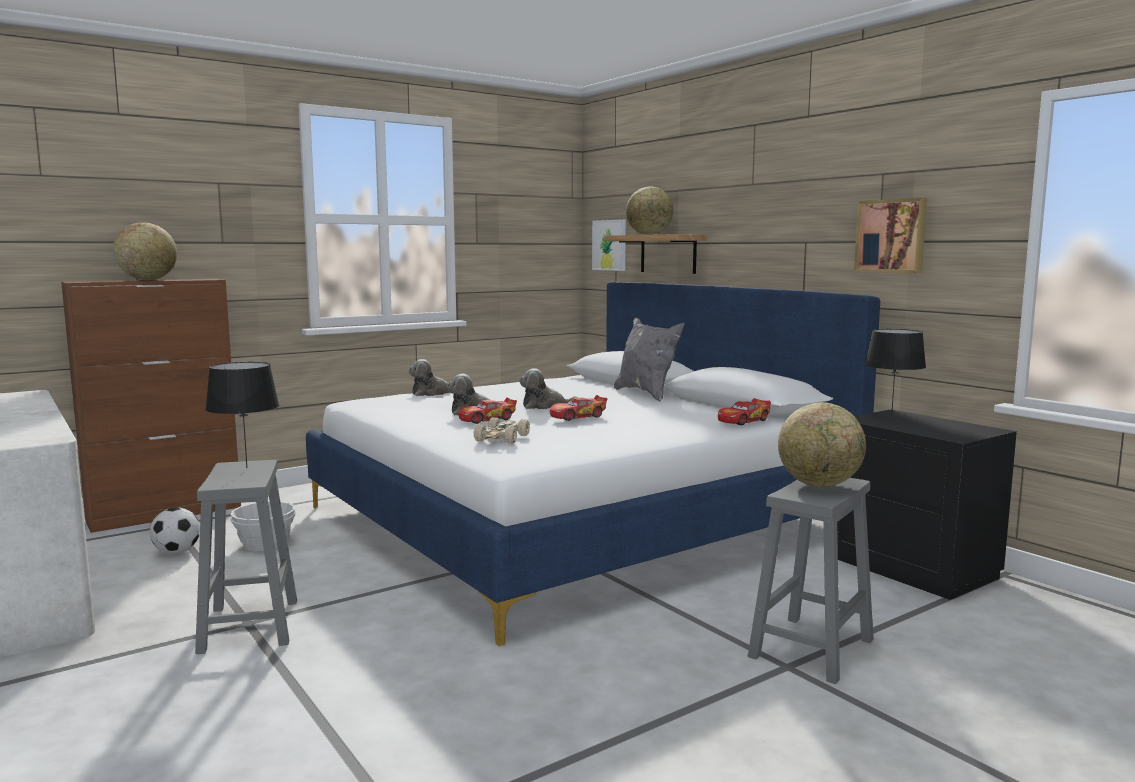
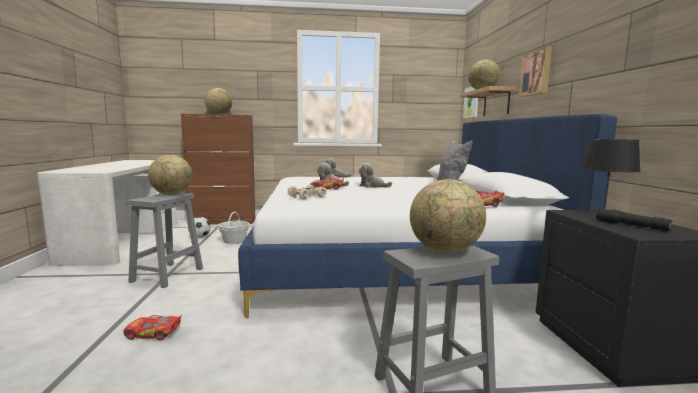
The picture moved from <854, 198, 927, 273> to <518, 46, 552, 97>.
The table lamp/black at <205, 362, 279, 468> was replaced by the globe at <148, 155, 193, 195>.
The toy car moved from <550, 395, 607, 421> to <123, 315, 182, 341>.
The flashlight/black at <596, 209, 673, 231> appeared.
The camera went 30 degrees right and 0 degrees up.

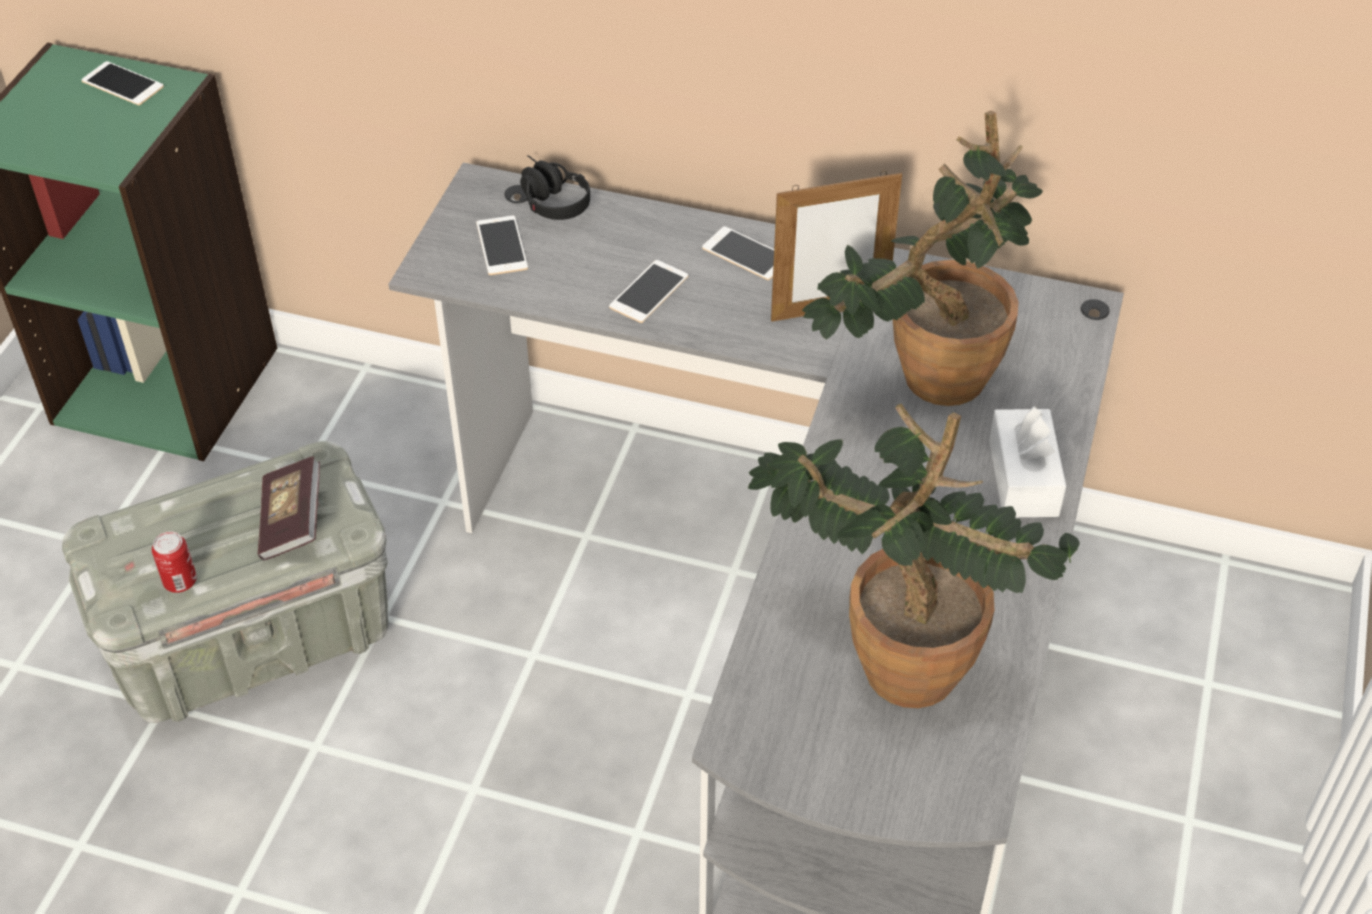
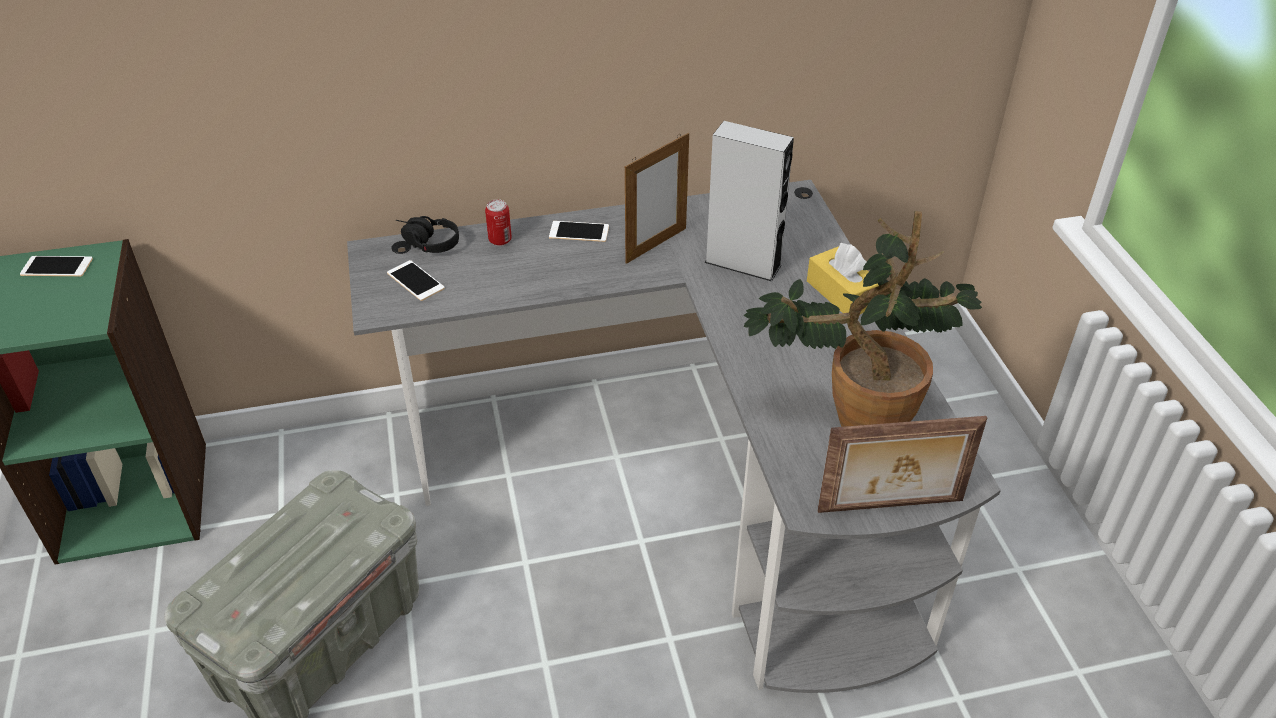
The potted plant at <802, 110, 1043, 406> was replaced by the speaker/grey at <704, 121, 794, 281>.
The phone at <609, 260, 688, 323> disappeared.
The tissue box/white at <989, 406, 1066, 517> became the tissue box/yellow at <807, 243, 879, 314>.
The book at <258, 456, 320, 561> disappeared.
The can moved from <152, 531, 197, 593> to <485, 199, 512, 246>.
The picture frame at <817, 416, 987, 513> appeared.
The camera went 30 degrees left and 5 degrees down.

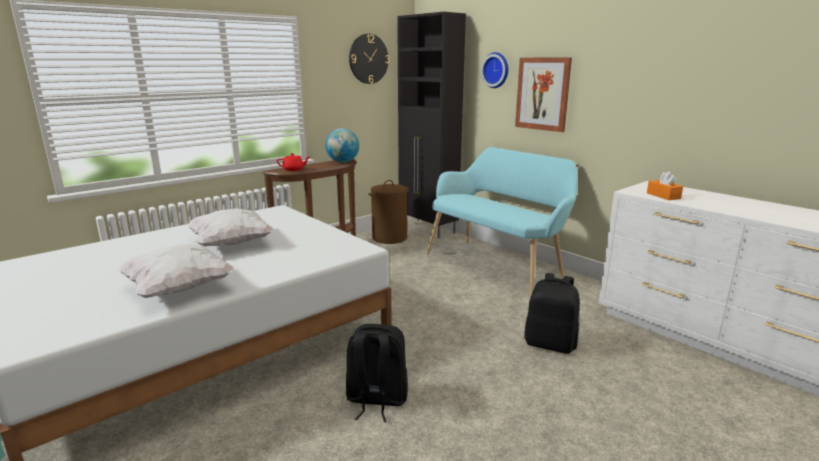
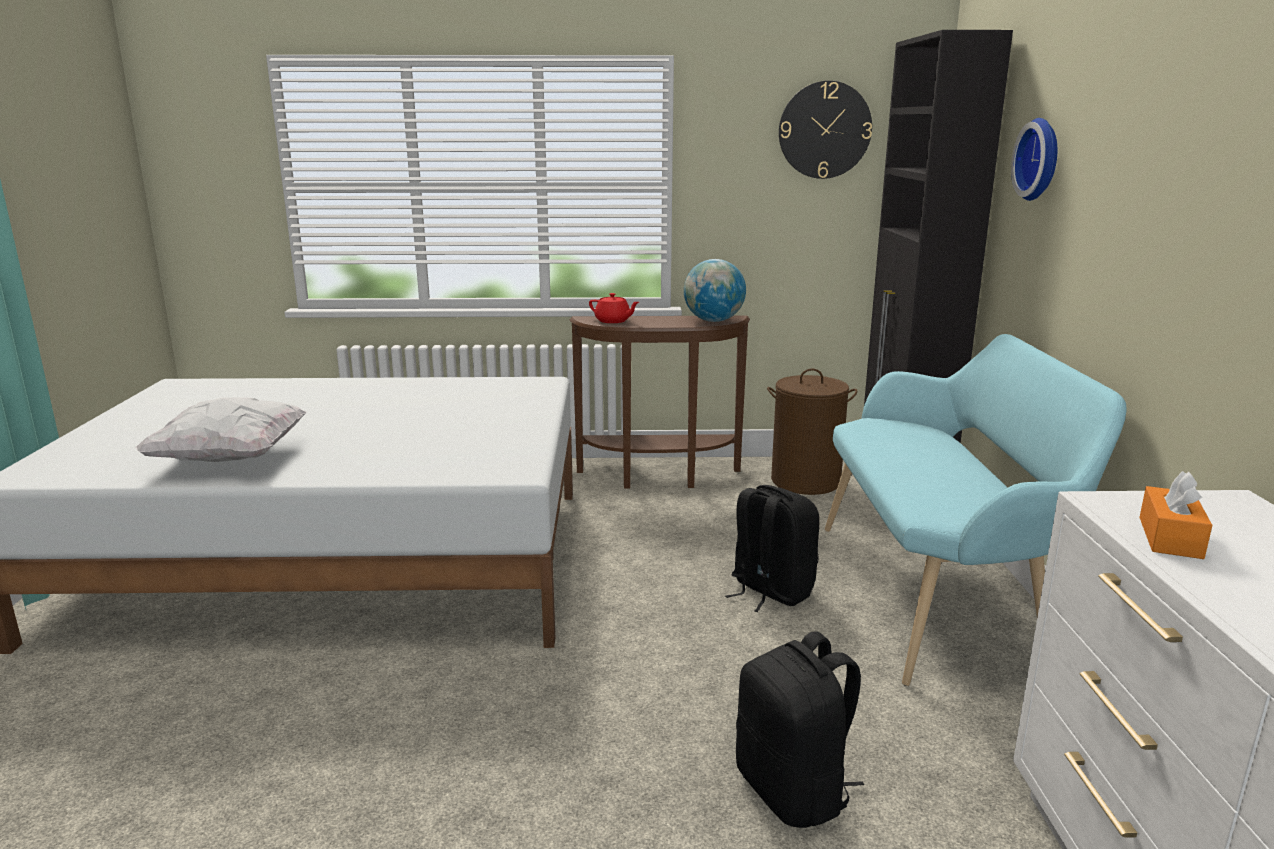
The picture at <515, 57, 572, 132> disappeared.
The pillow/white at <187, 208, 274, 246> disappeared.
The backpack/black moved from <346, 324, 408, 422> to <725, 485, 819, 612>.
The camera went 40 degrees right and 0 degrees up.

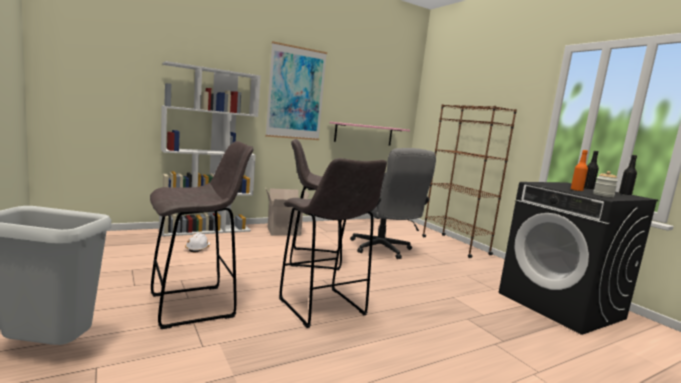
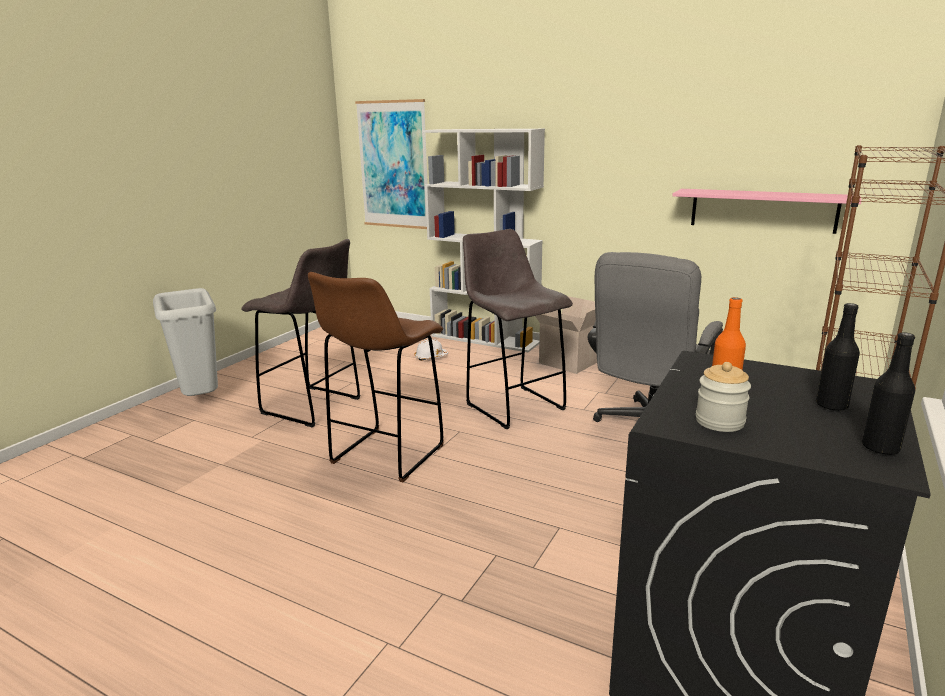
The picture moved from <265, 41, 327, 140> to <355, 99, 428, 229>.
The stool/grey at <279, 158, 387, 328> became the stool/brown at <308, 272, 444, 482>.
The camera went 60 degrees right and 10 degrees up.

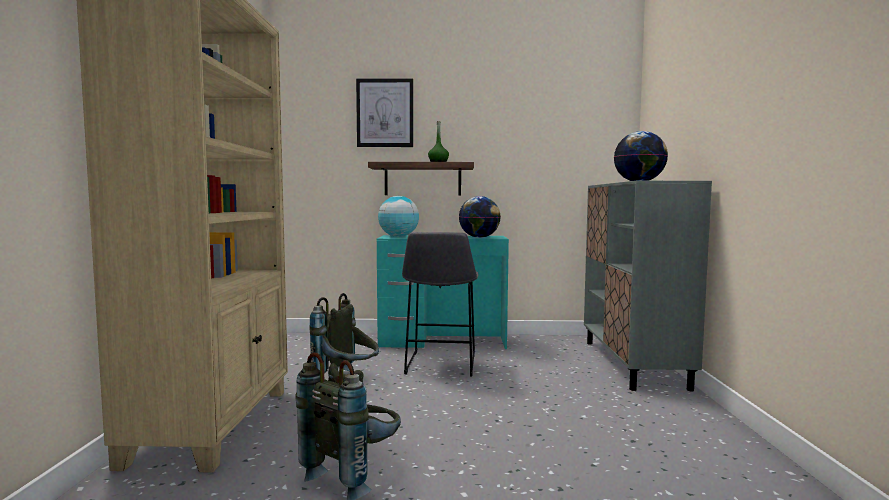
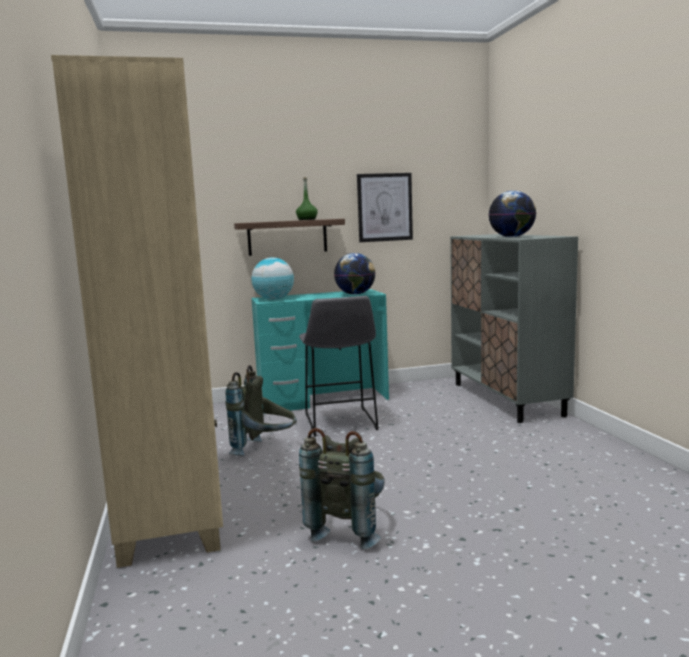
The picture moved from <356, 79, 413, 147> to <357, 173, 413, 242>.
The camera went 15 degrees left and 5 degrees up.

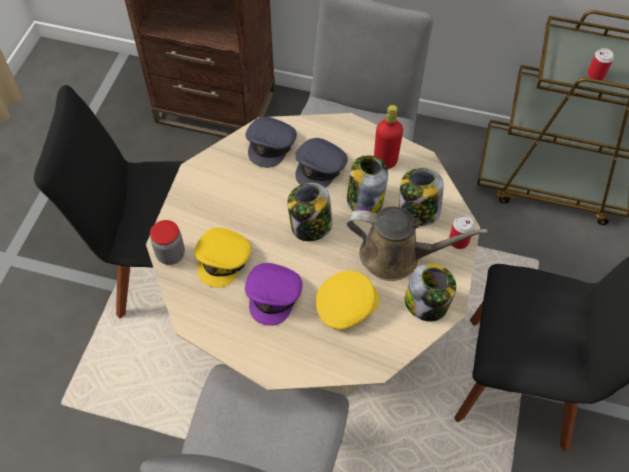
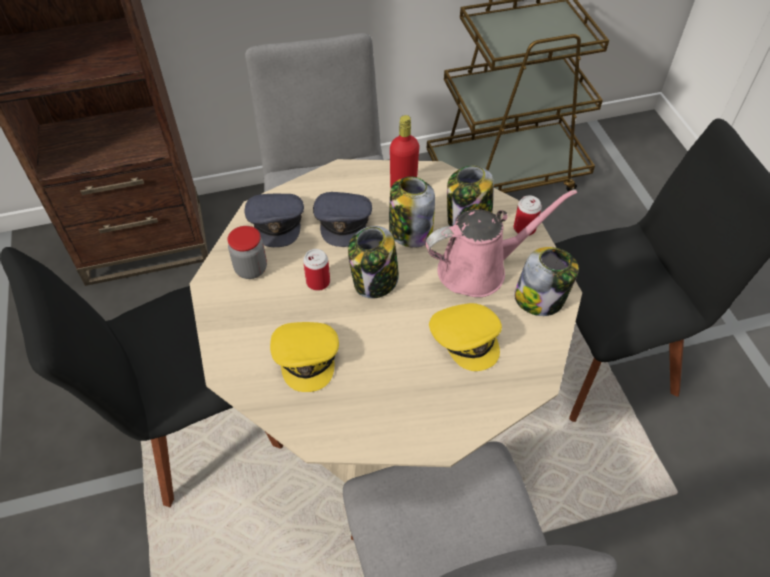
The can moved from <587, 48, 614, 80> to <303, 249, 330, 291>.
The watering can/brown at <347, 206, 488, 281> became the watering can/pink at <425, 189, 577, 297>.
The jar moved from <150, 220, 185, 265> to <227, 226, 267, 279>.
The cap/purple at <245, 263, 303, 326> disappeared.
The cap/yellow at <316, 270, 379, 330> turned 120 degrees clockwise.
The camera went 30 degrees left and 5 degrees down.

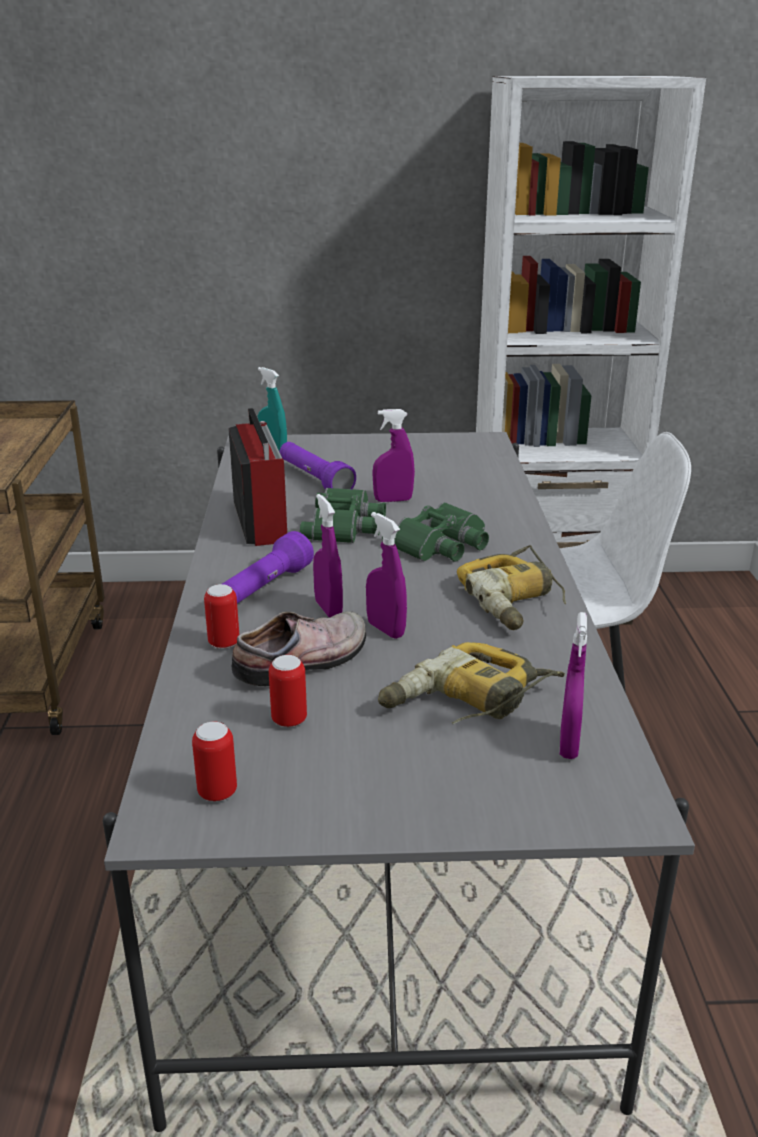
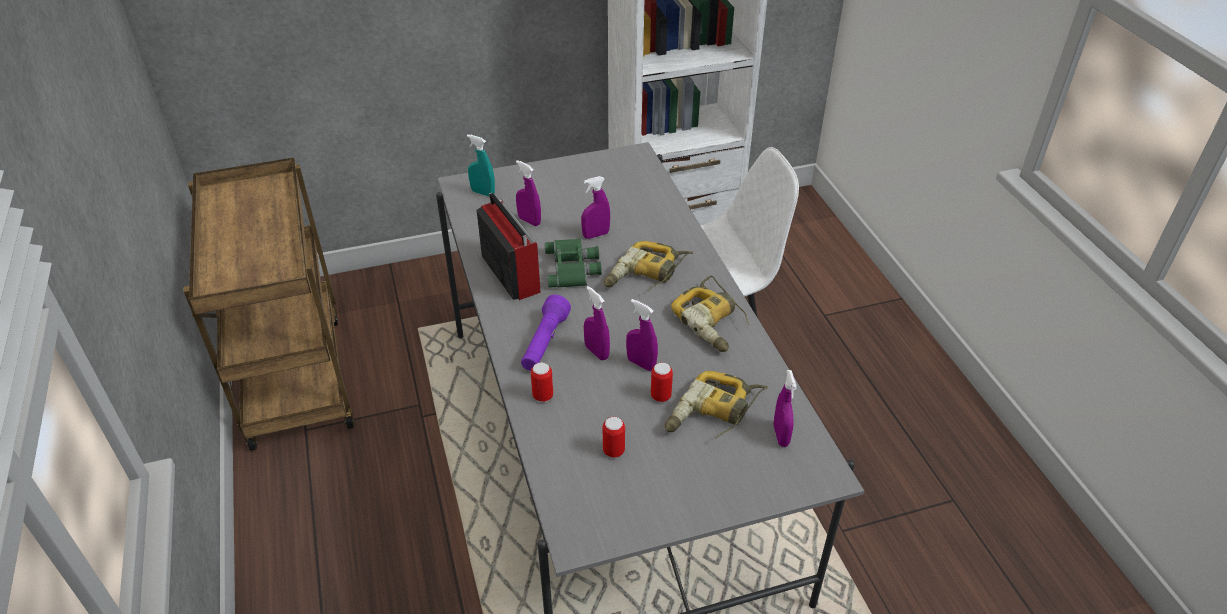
The flashlight/purple at <280, 442, 356, 490> was replaced by the spray bottle/purple at <516, 160, 541, 226>.
The binoculars/green at <382, 502, 489, 562> was replaced by the power drill at <604, 241, 693, 291>.
The shoe at <232, 611, 366, 686> disappeared.
The can moved from <192, 721, 237, 802> to <651, 362, 673, 402>.
The camera went 15 degrees left and 15 degrees up.

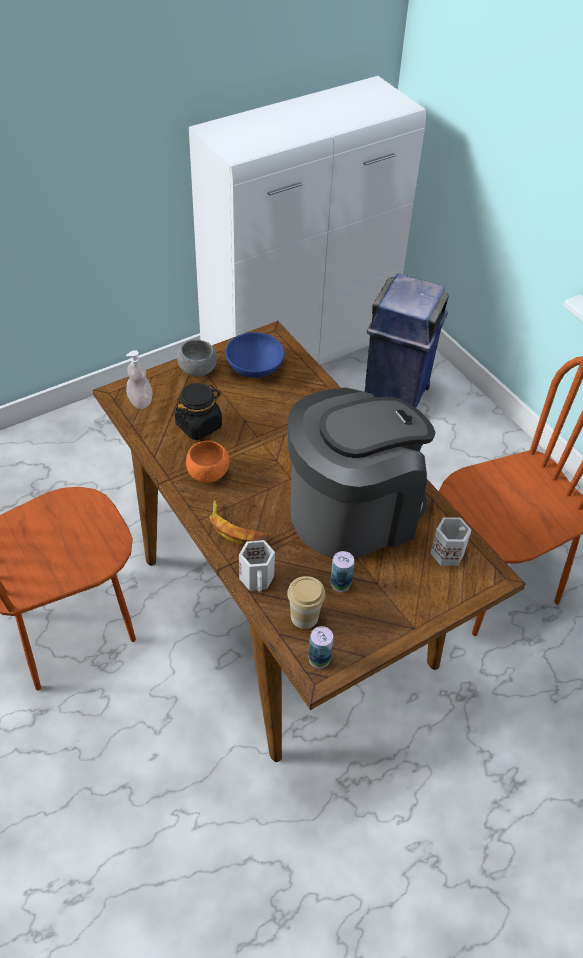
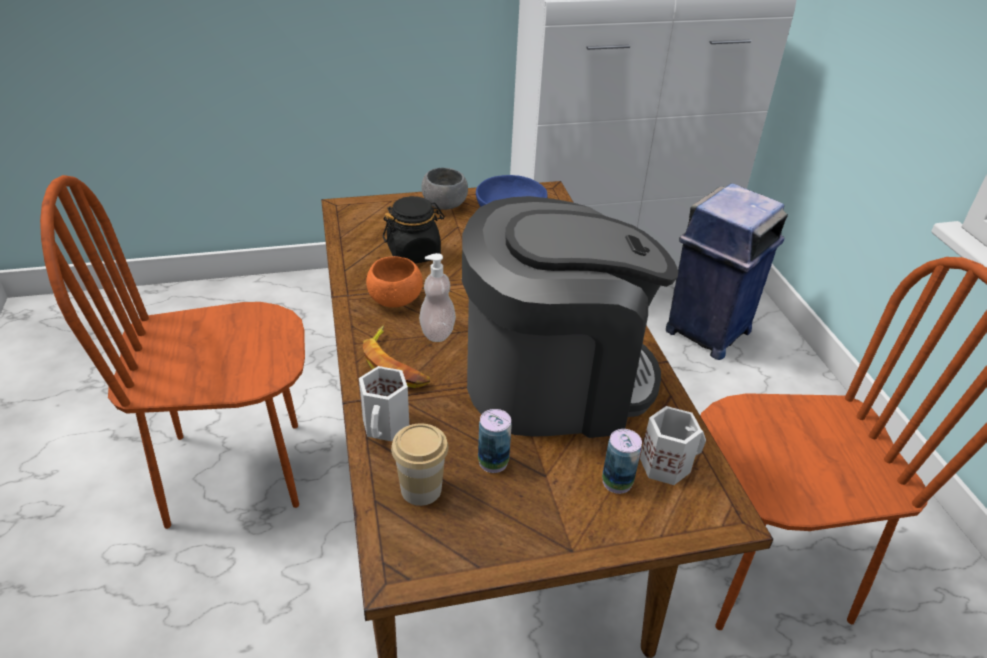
The soap dispenser moved from <126, 350, 153, 409> to <419, 253, 456, 342>.
The can moved from <308, 626, 333, 668> to <602, 429, 642, 494>.
The camera went 20 degrees right and 10 degrees down.

